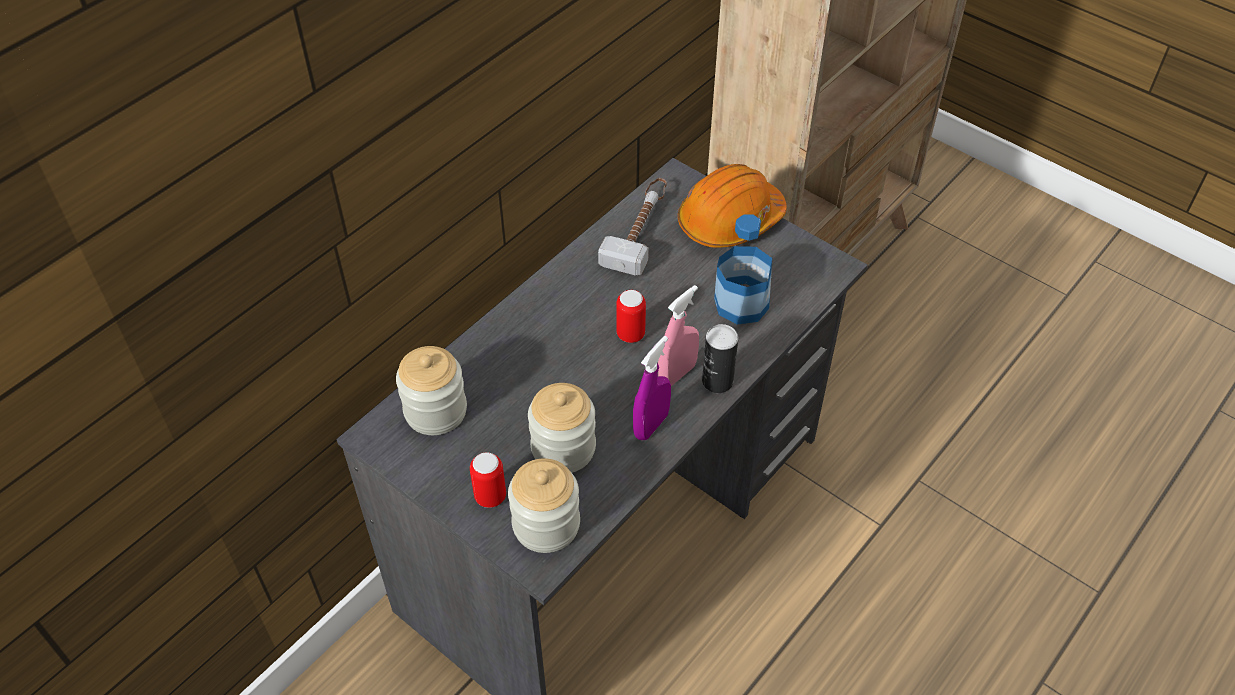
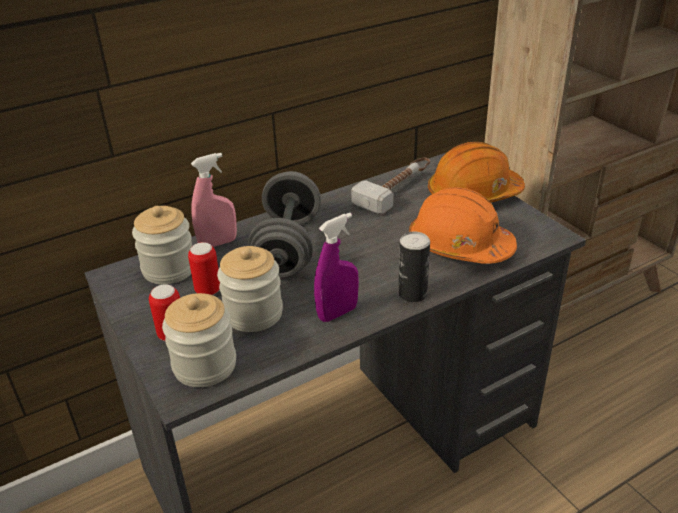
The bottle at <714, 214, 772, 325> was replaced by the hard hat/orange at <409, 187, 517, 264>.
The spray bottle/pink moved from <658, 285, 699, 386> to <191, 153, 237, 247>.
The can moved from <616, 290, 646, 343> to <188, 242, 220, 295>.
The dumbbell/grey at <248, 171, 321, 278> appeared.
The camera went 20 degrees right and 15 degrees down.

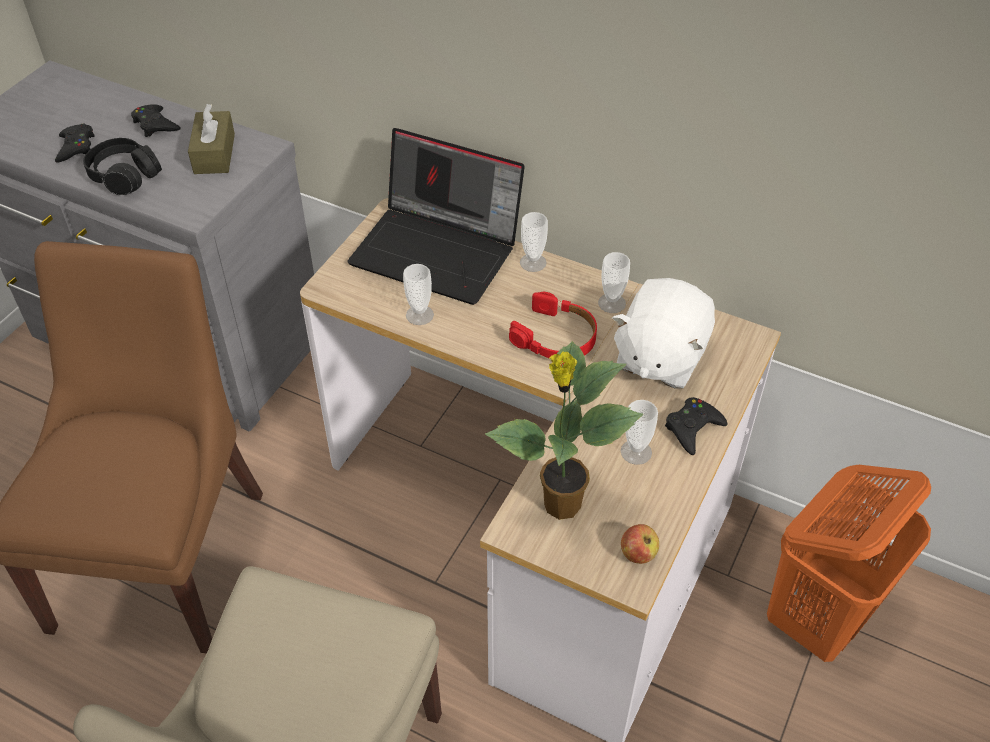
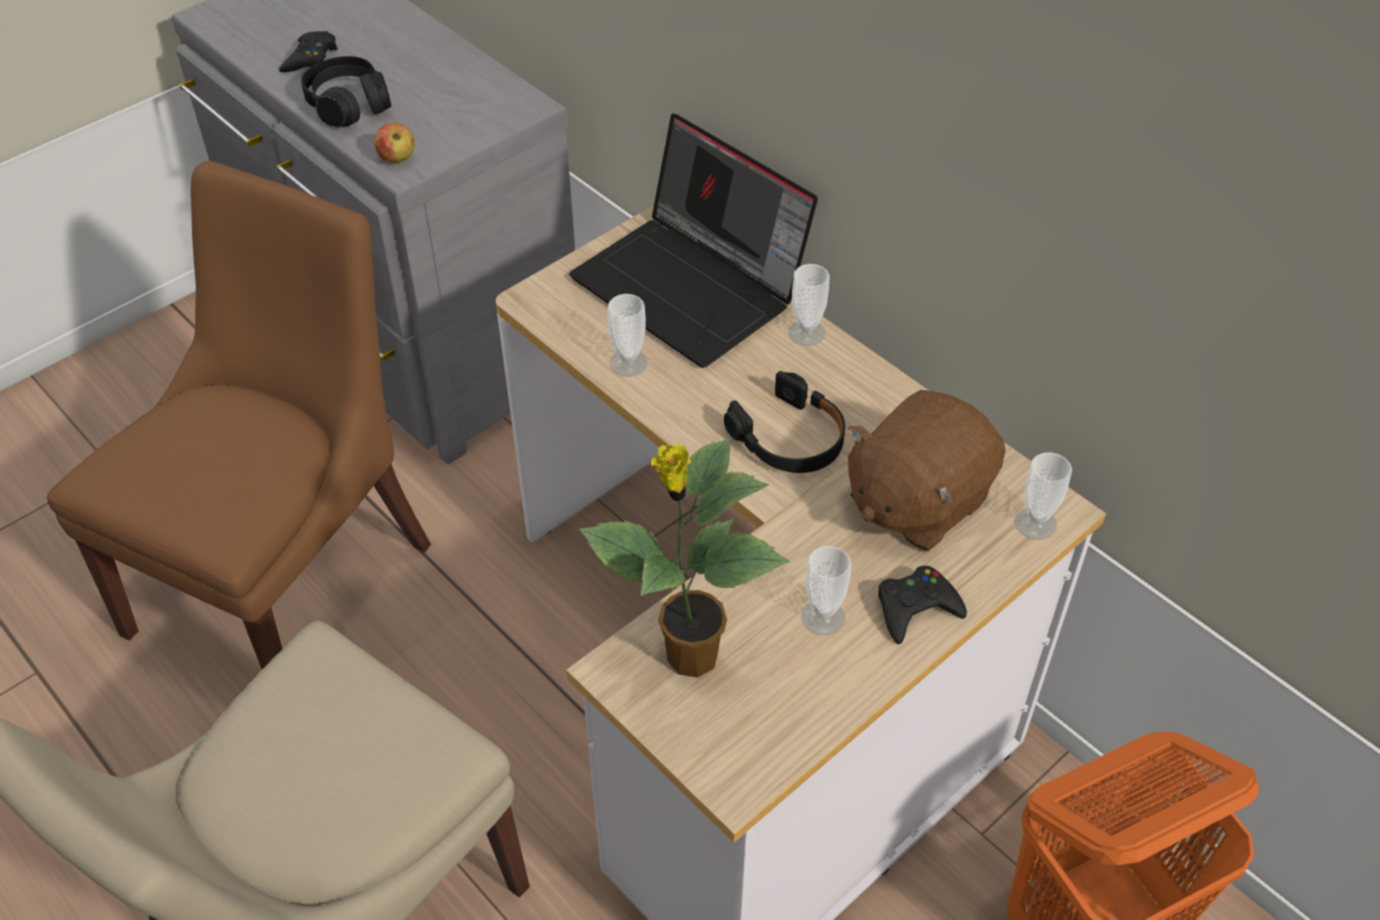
The game controller/black at <131, 104, 181, 137> disappeared.
The tissue box/brown at <188, 104, 235, 174> disappeared.
The cup moved from <598, 252, 630, 313> to <1015, 452, 1072, 540>.
The plush toy/white at <612, 278, 715, 389> became the plush toy/brown at <848, 390, 1005, 551>.
The headphones/red at <509, 292, 597, 358> became the headphones/black at <724, 371, 845, 473>.
The apple moved from <621, 524, 659, 564> to <374, 123, 415, 163>.
The camera went 20 degrees right and 0 degrees up.

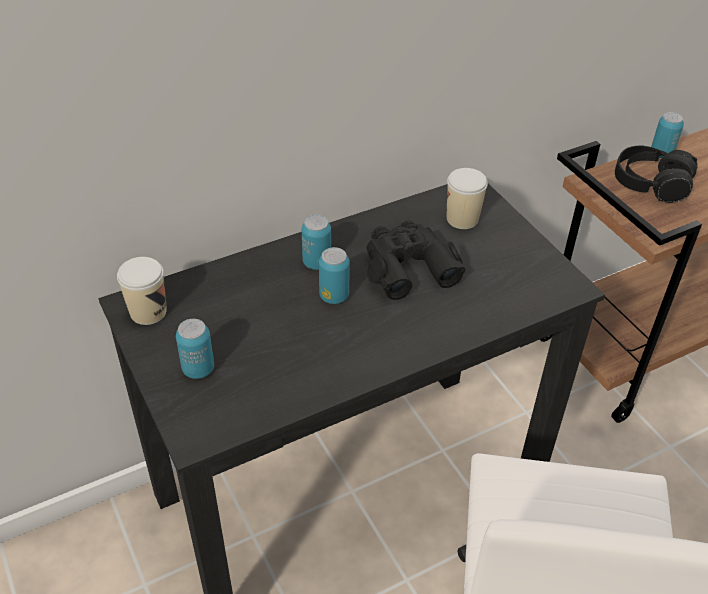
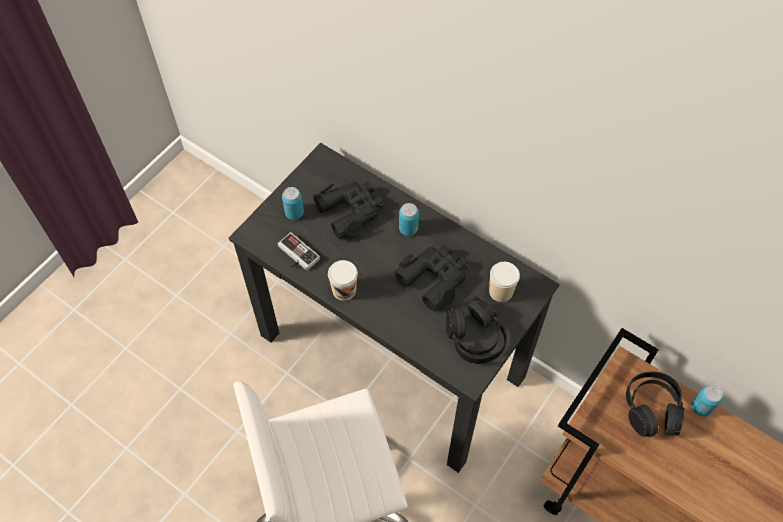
The can at <319, 247, 350, 304> disappeared.
The cup moved from <117, 257, 167, 325> to <328, 260, 358, 301>.
The binoculars/black at <313, 181, 384, 239> appeared.
The game controller at <278, 232, 320, 271> appeared.
The headphones/black at <446, 298, 507, 364> appeared.
The camera went 65 degrees right and 15 degrees up.

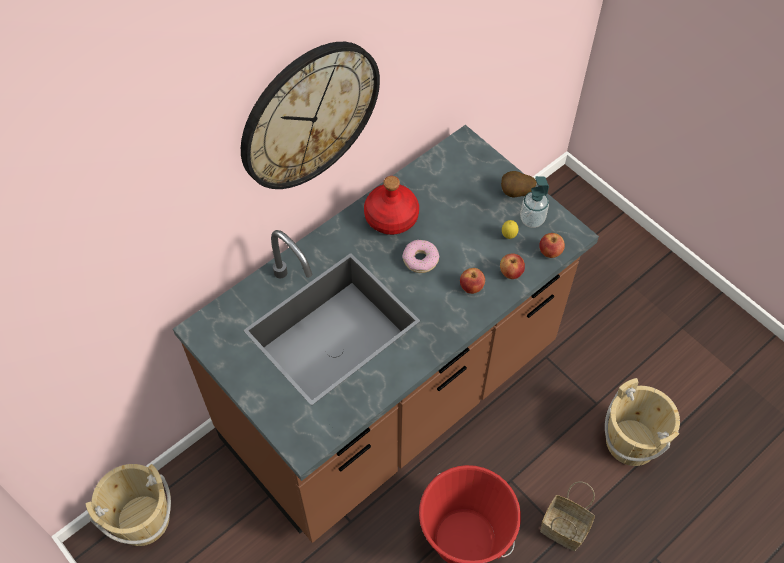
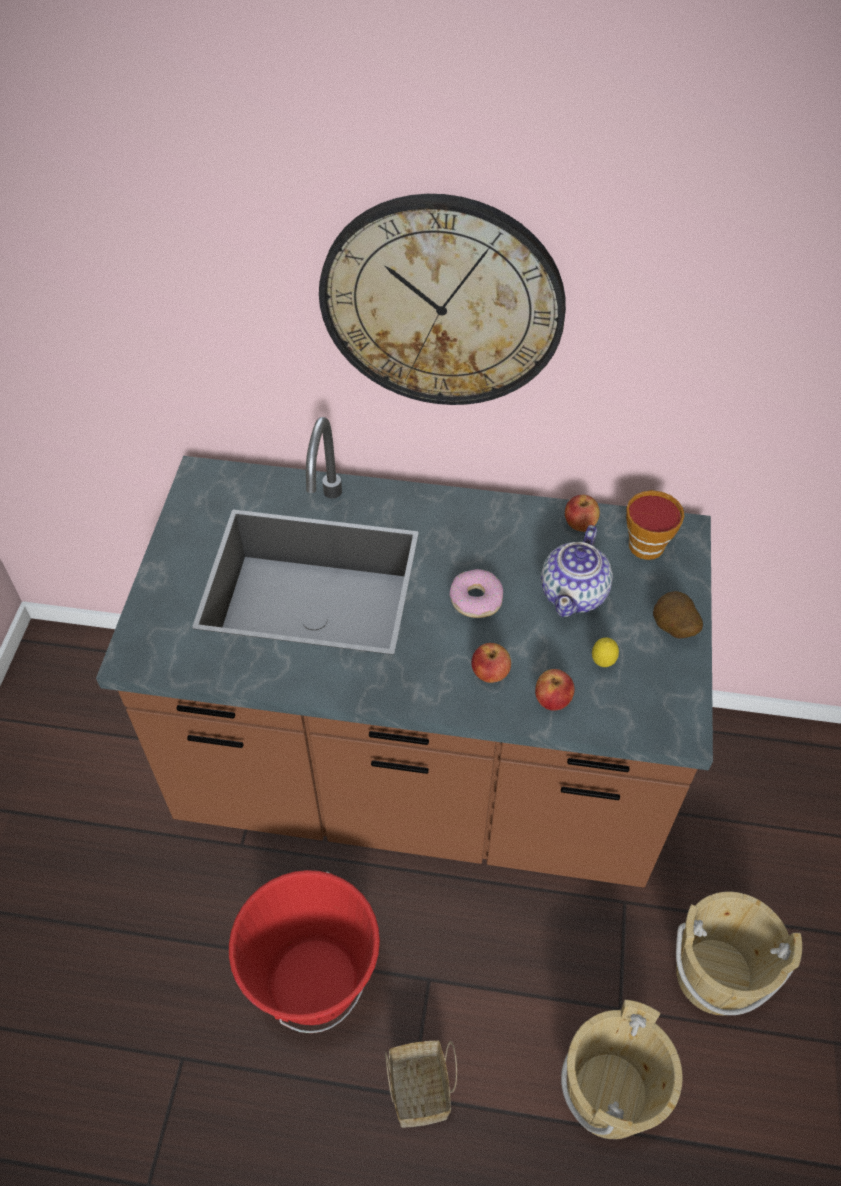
The bottle/red at <364, 176, 419, 235> disappeared.
The soap dispenser at <520, 176, 549, 228> disappeared.
The apple moved from <539, 233, 565, 258> to <565, 495, 600, 532>.
The bucket/beige moved from <85, 464, 171, 546> to <676, 892, 802, 1015>.
The cup at <626, 490, 684, 560> appeared.
The teapot at <541, 525, 613, 617> appeared.
The camera went 50 degrees right and 5 degrees down.

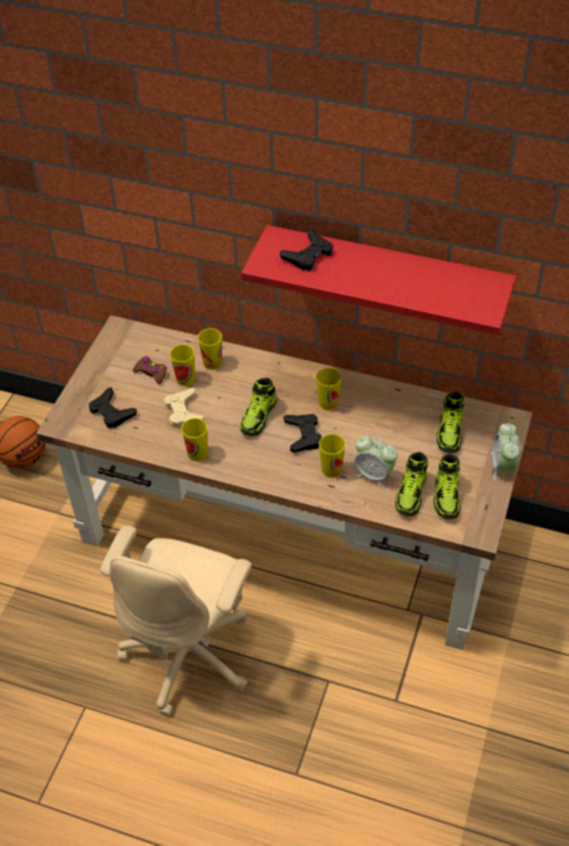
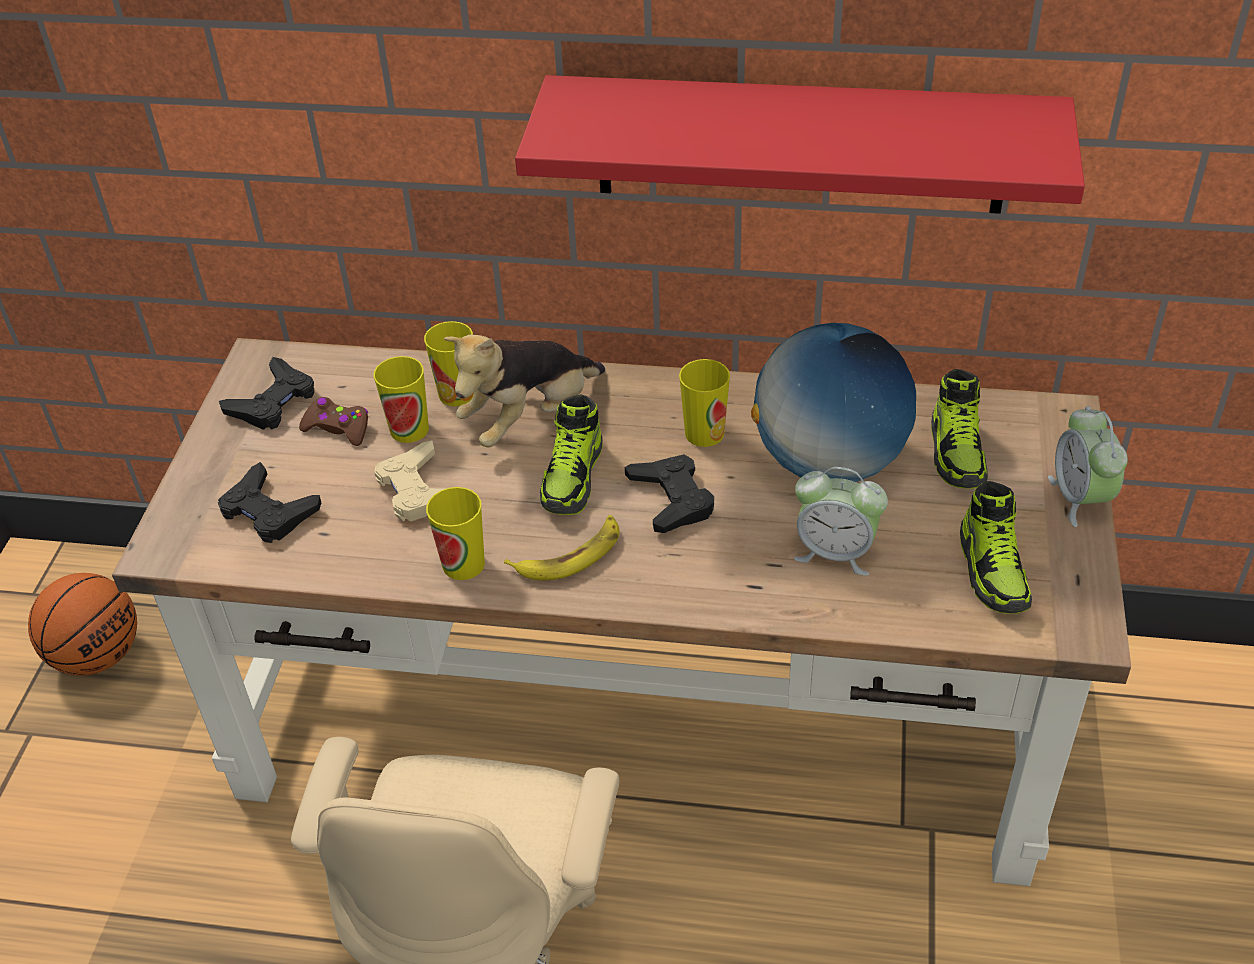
The game controller/black moved from <280, 229, 333, 271> to <219, 357, 314, 430>.
The cup at <319, 434, 346, 478> disappeared.
The shoe at <395, 452, 428, 516> disappeared.
The globe at <751, 323, 916, 482> appeared.
The plush toy at <444, 334, 605, 448> appeared.
The banana at <504, 515, 620, 580> appeared.
The camera went 10 degrees left and 5 degrees down.

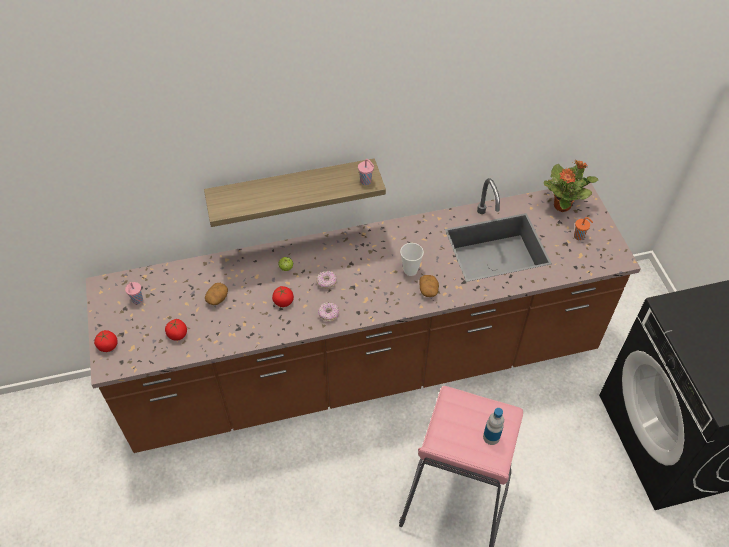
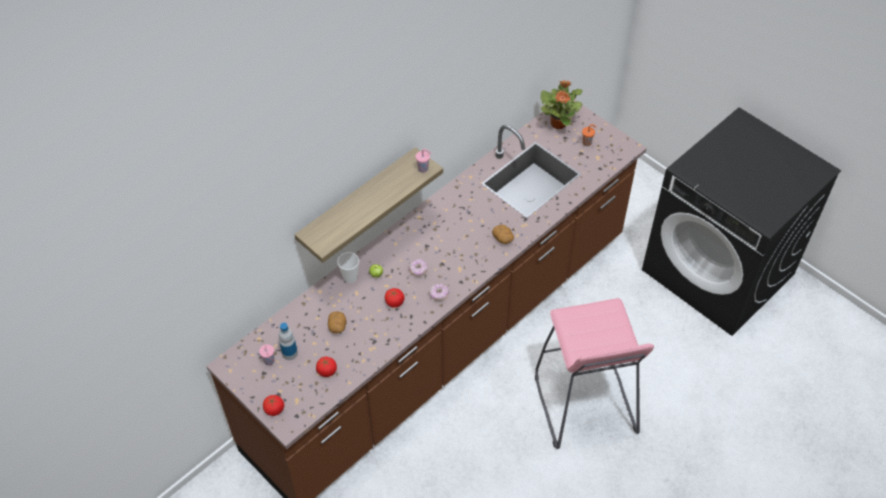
The cup moved from <400, 243, 424, 276> to <337, 252, 359, 283>.
The bottle moved from <483, 408, 504, 445> to <279, 323, 298, 360>.
The camera went 30 degrees left and 0 degrees up.

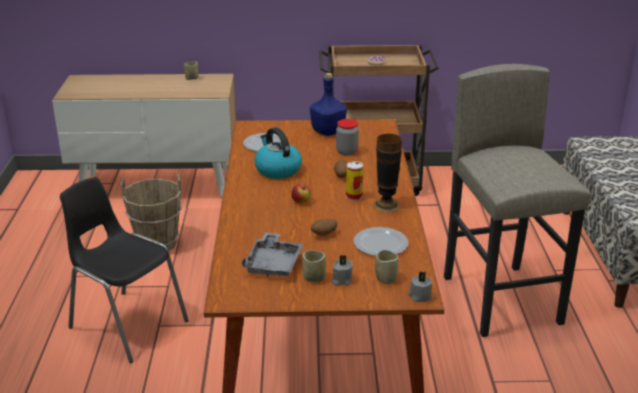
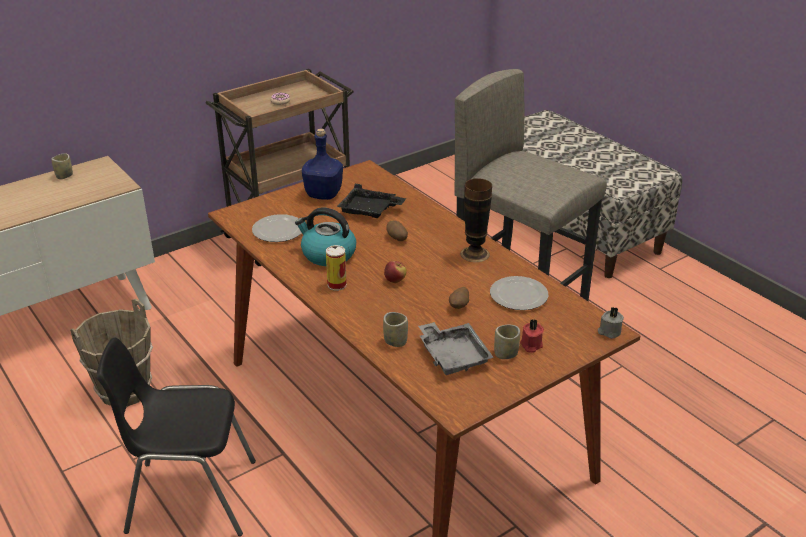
The jar at <336, 119, 359, 155> was replaced by the tray/black at <337, 184, 406, 218>.
The can moved from <346, 161, 363, 201> to <326, 245, 347, 291>.
The cup moved from <375, 250, 399, 284> to <383, 312, 408, 347>.
The candle/grey at <332, 255, 353, 286> became the candle/red at <520, 319, 544, 353>.
The camera went 35 degrees left and 5 degrees up.

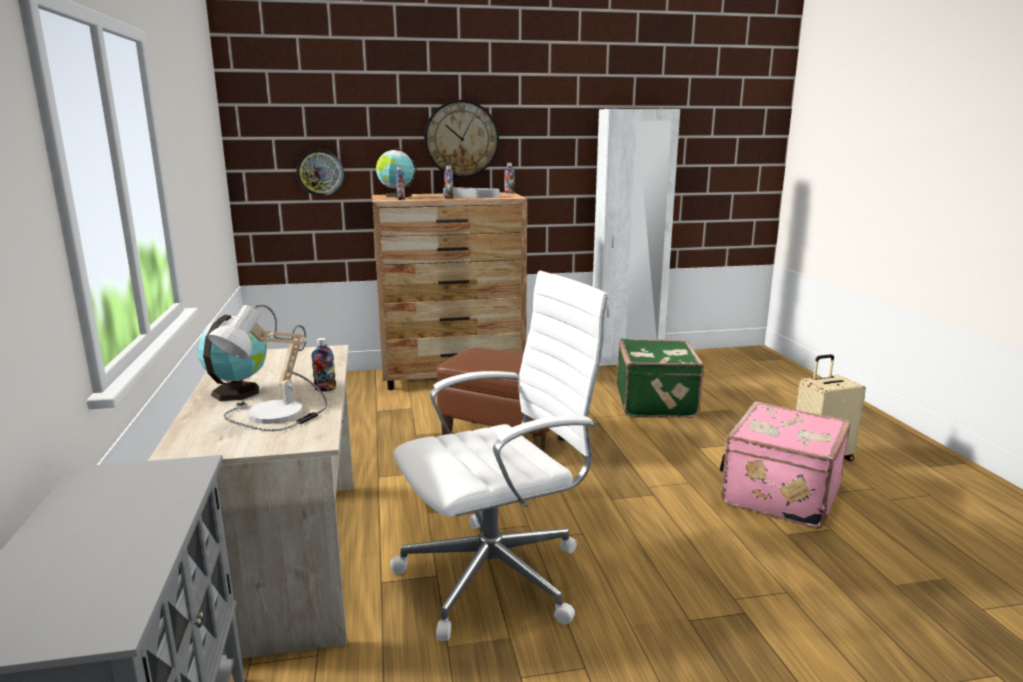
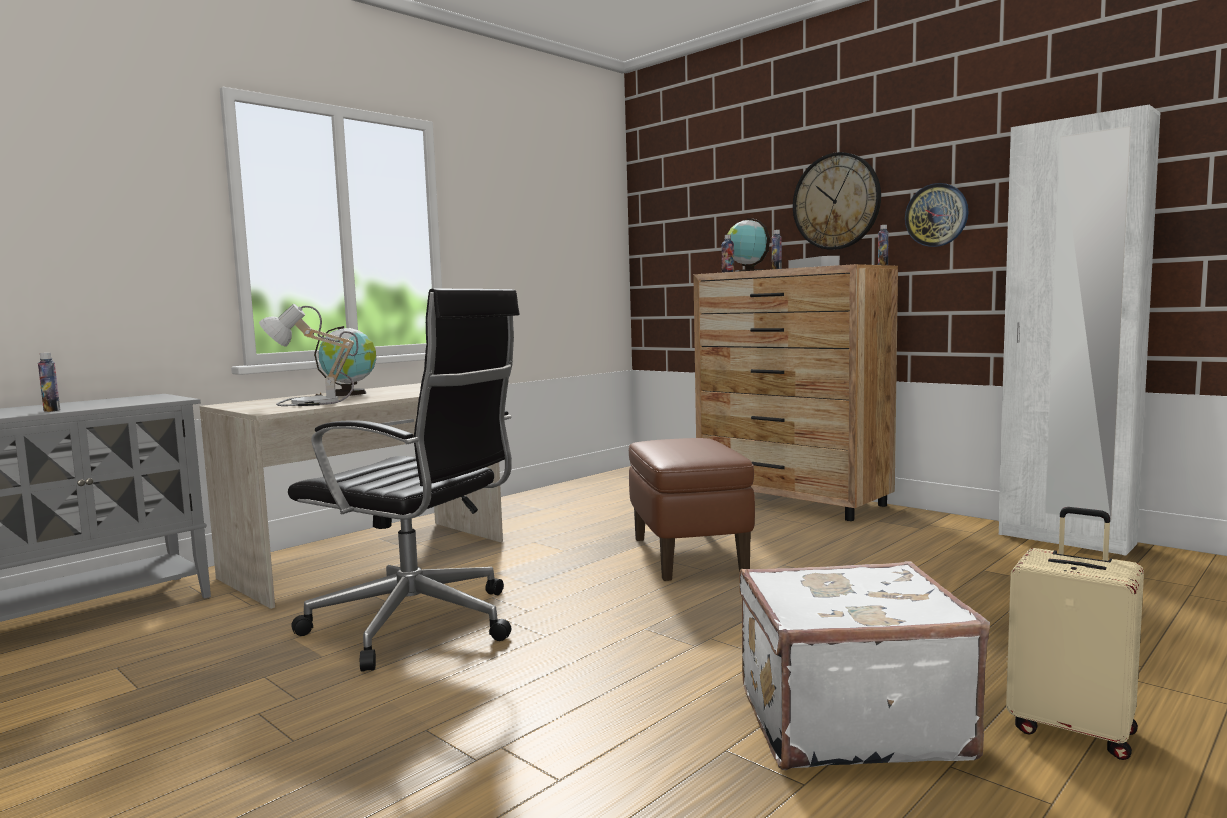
The wall clock moved from <296, 149, 344, 196> to <905, 183, 968, 247>.
The office chair/white at <390, 271, 611, 641> became the office chair/black at <288, 289, 520, 672>.
The bottle moved from <311, 338, 336, 392> to <38, 353, 60, 412>.
The suitcase/green at <617, 338, 705, 418> disappeared.
The suitcase/pink at <719, 402, 851, 529> became the suitcase/white at <739, 561, 990, 770>.
The camera went 55 degrees right and 10 degrees down.

